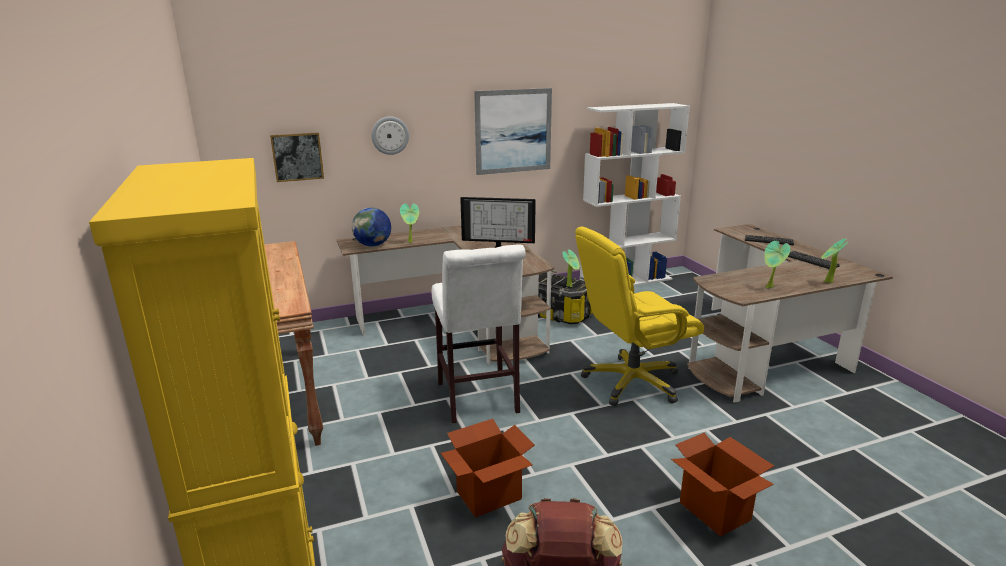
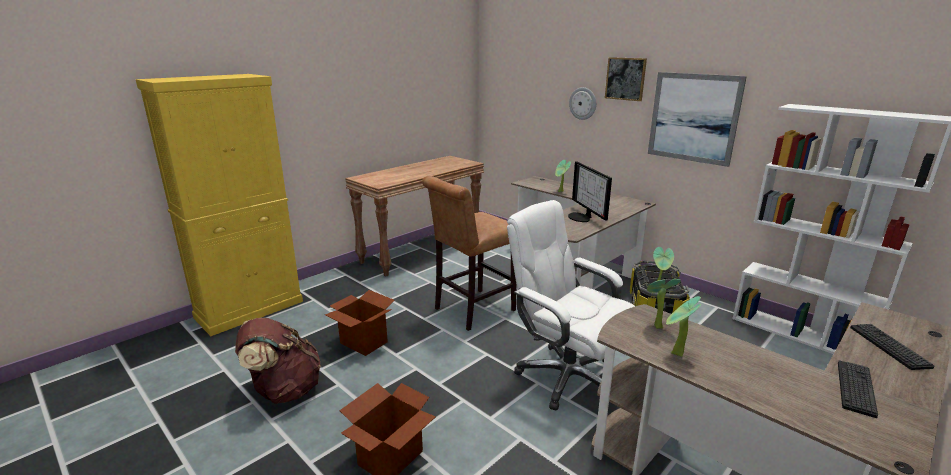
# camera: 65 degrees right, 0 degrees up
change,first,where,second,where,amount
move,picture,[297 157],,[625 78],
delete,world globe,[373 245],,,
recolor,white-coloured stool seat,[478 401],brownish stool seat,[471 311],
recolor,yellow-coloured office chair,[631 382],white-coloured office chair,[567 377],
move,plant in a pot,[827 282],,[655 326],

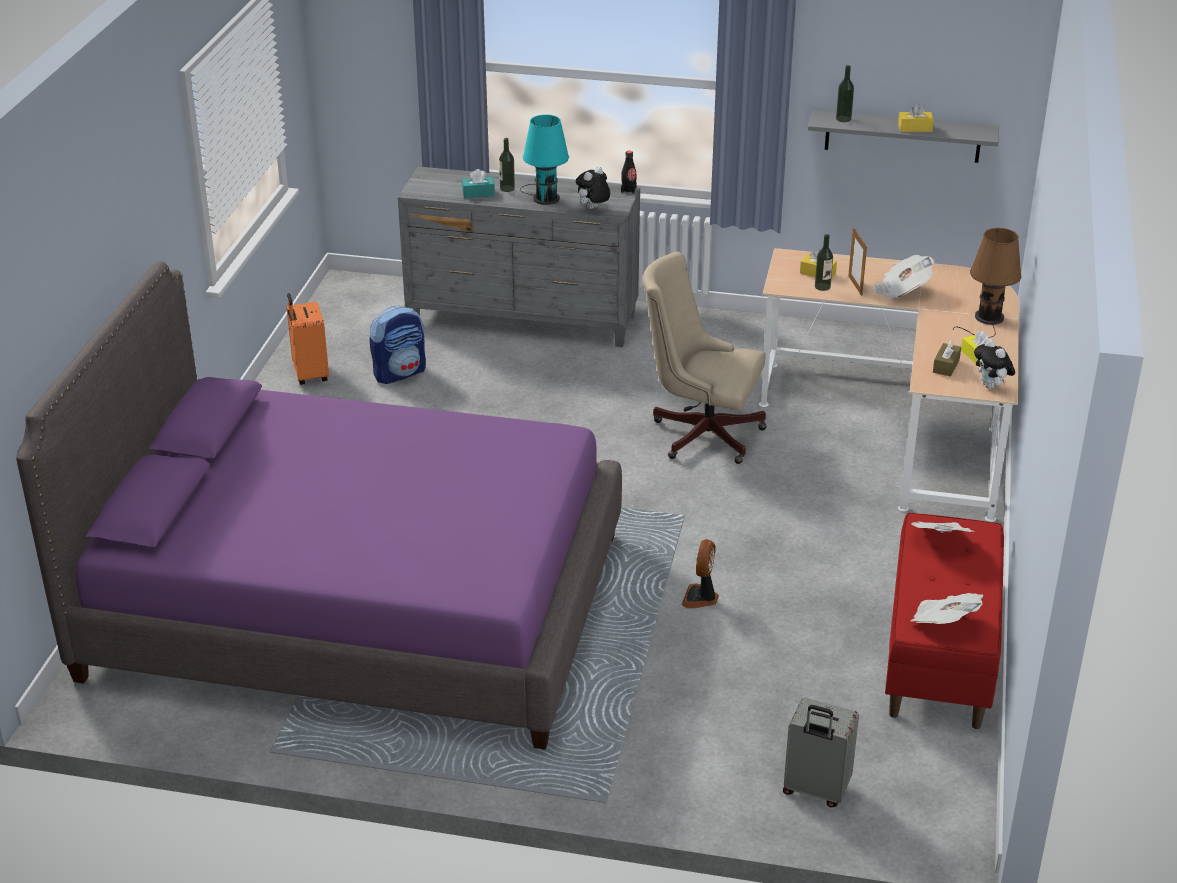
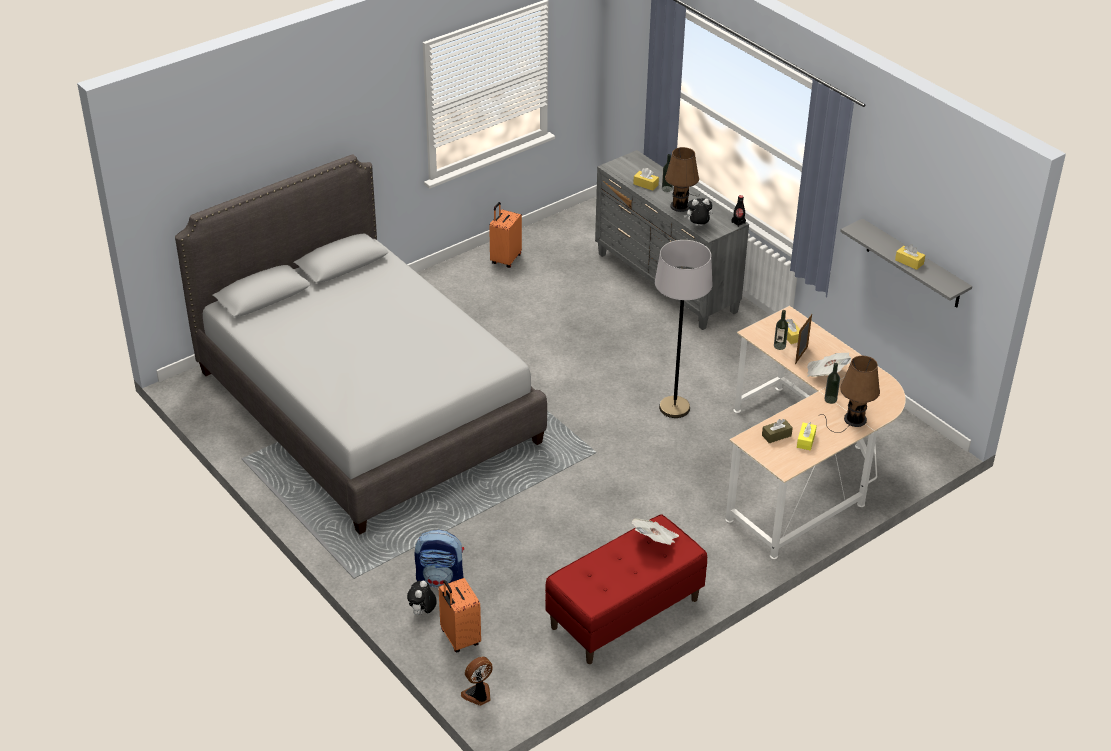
# camera: 40 degrees right, 5 degrees up
change,first,where,second,where,amount
recolor,purple-coloured bed,[355 605],gray bed,[367 406],
move,knapsack,[400 373],,[441 579],
recolor,turquoise tissue holder,[478 193],yellow-coloured tissue holder,[645 184],
recolor,turquoise table lamp,[545 197],brownish table lamp,[680 205],
replace,beige-coloured office chair,[700 432],gray floor lamp,[674 408],
move,cooling fan,[701 598],,[478 695],
recolor,gray travel case,[815 790],orange-coloured travel case,[459 638],
move,bottle,[843 119],,[830 399],
delete,daily paper,[944 622],,,
move,cuddly toy,[991 386],,[422 612],

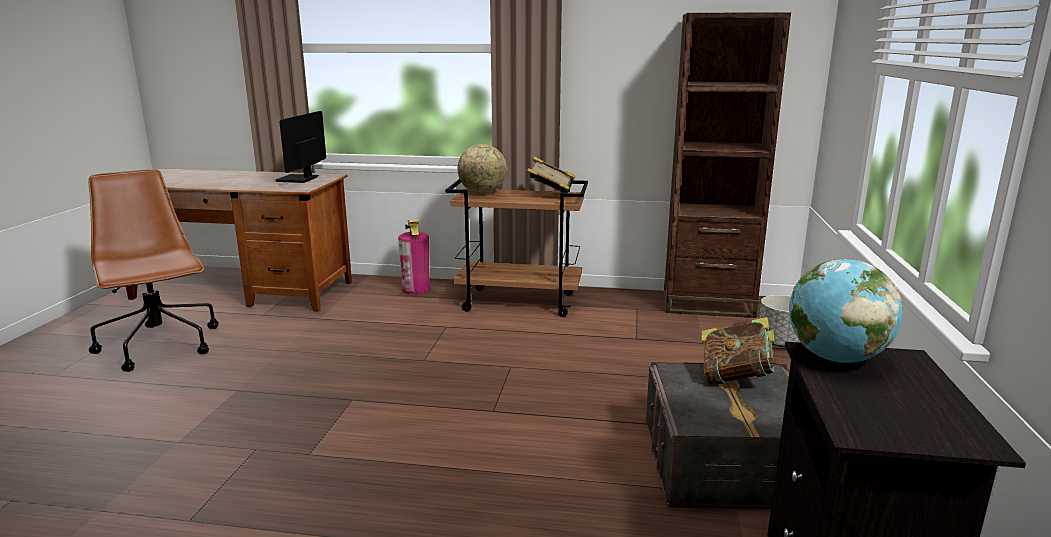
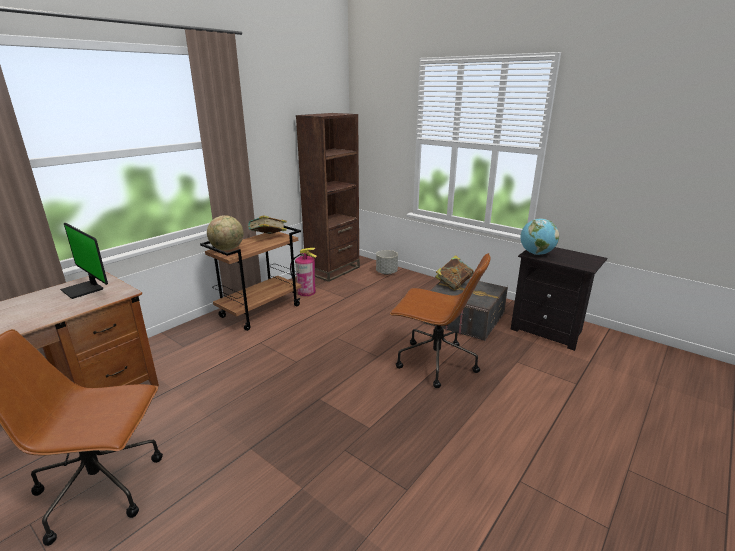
# camera: 60 degrees left, 5 degrees up
change,first,where,second,where,amount
move,fire extinguisher,[416 289],,[306 292],
insert,,,brownish office chair,[434 362],

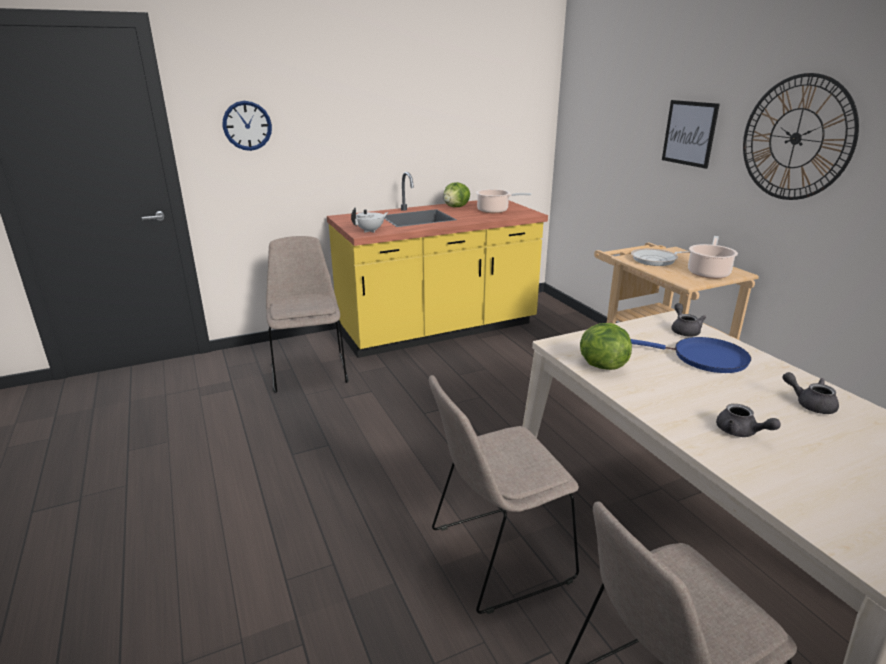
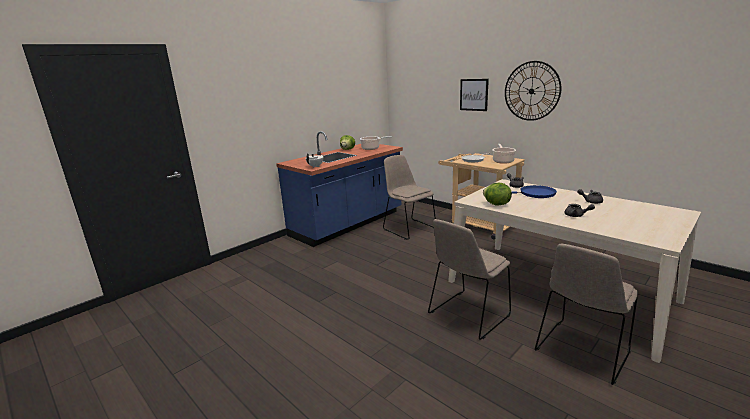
# camera: 20 degrees left, 5 degrees down
change,first,where,second,where,amount
delete,clock on the wall,[247 125],,,
move,beige-coloured plain chair,[309 371],,[408 228],
recolor,yellow-coloured counter,[438 329],bluish counter,[348 224],

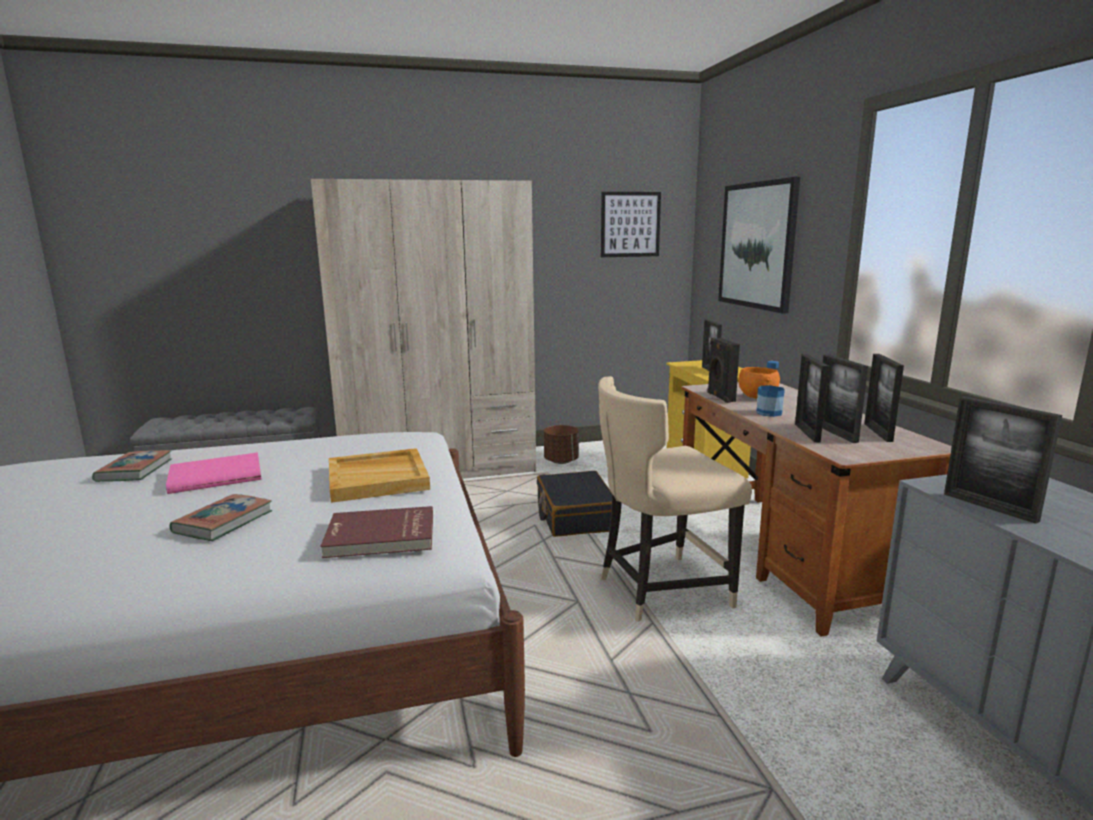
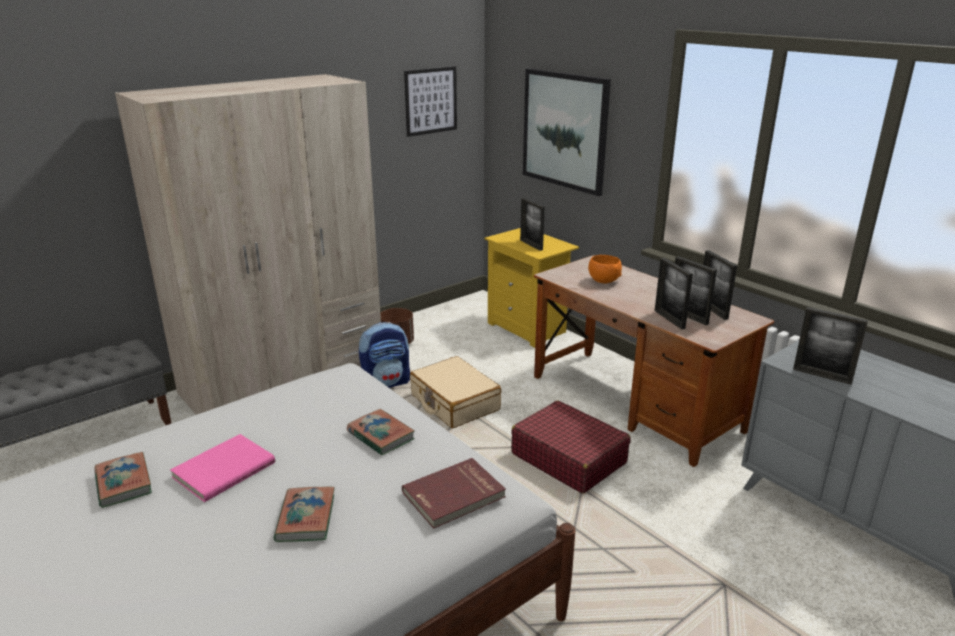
# camera: 25 degrees left, 10 degrees up
change,first,where,second,where,amount
replace,beige-coloured carrying tray,[378 478],bound book,[380 435],
recolor,blackish travel case,[575 516],beige-coloured travel case,[454 403],
replace,beige-coloured plain chair,[660 590],red-coloured travel case,[568 458],
delete,blackish speaker,[720 397],,,
delete,bottle,[769 413],,,
insert,,,knapsack,[386 383],

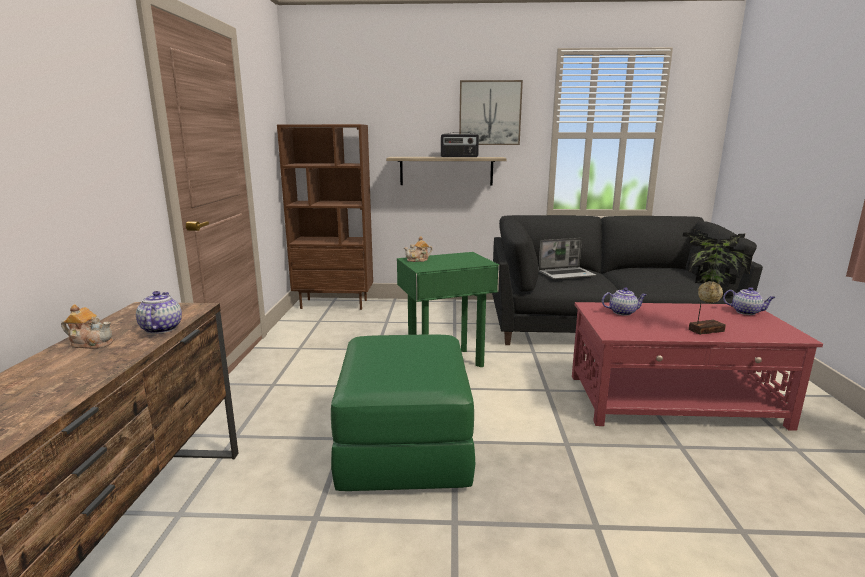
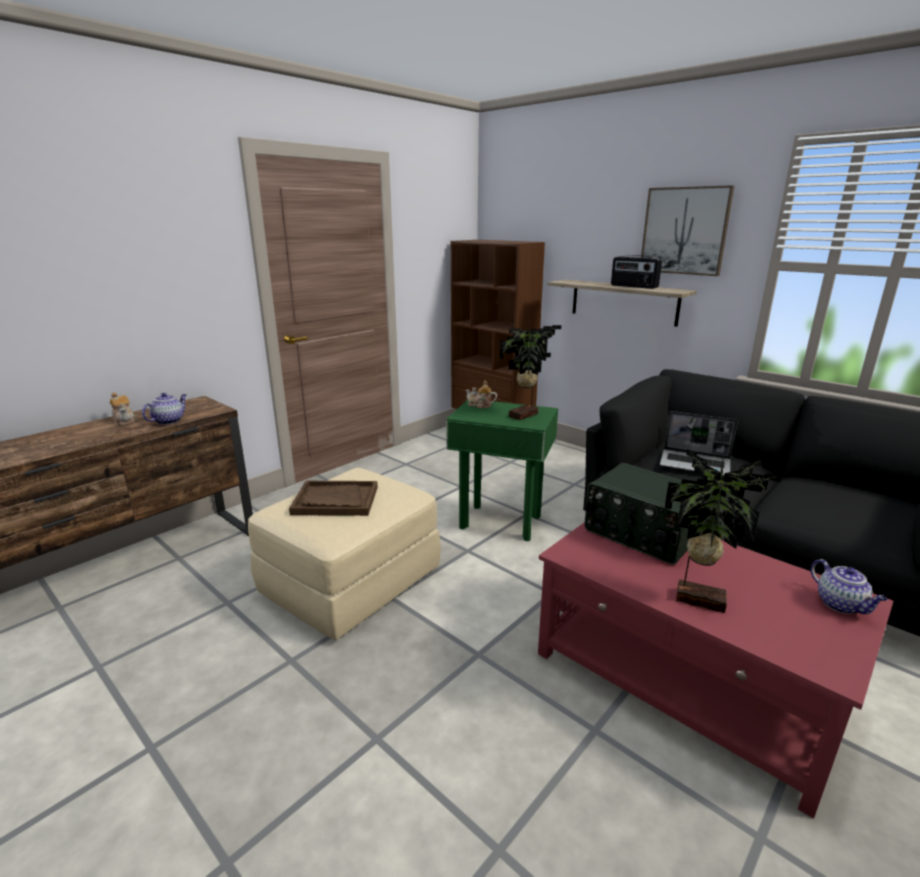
# camera: 40 degrees right, 5 degrees up
change,first,where,second,where,amount
recolor,greenish pouffe,[403 446],beige-coloured pouffe,[351 581],
replace,pot for tea,[623 312],radio receiver,[641 534],
insert,,,brownish carrying tray,[335 500],
insert,,,plant in a pot,[525 415],

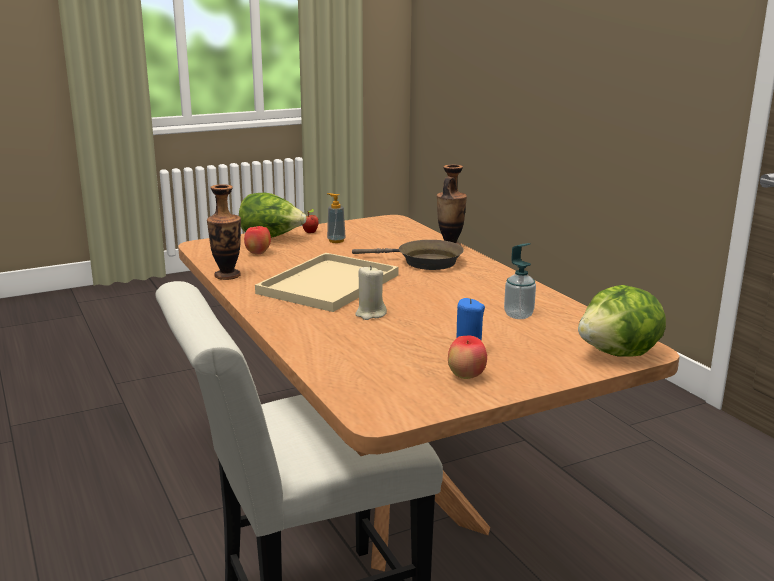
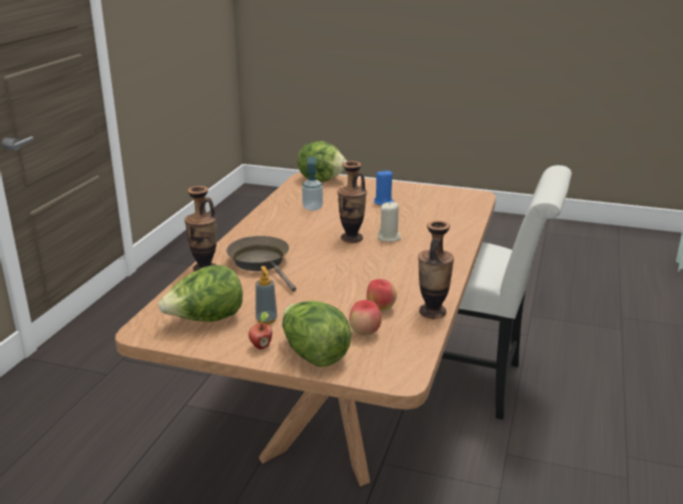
# camera: 135 degrees left, 5 degrees up
change,first,where,second,where,amount
delete,beige-coloured carrying tray,[329 283],,,
move,apple fruit,[466 376],,[380 309],
insert,,,lettuce,[206 320],
insert,,,flower vase,[351 238],

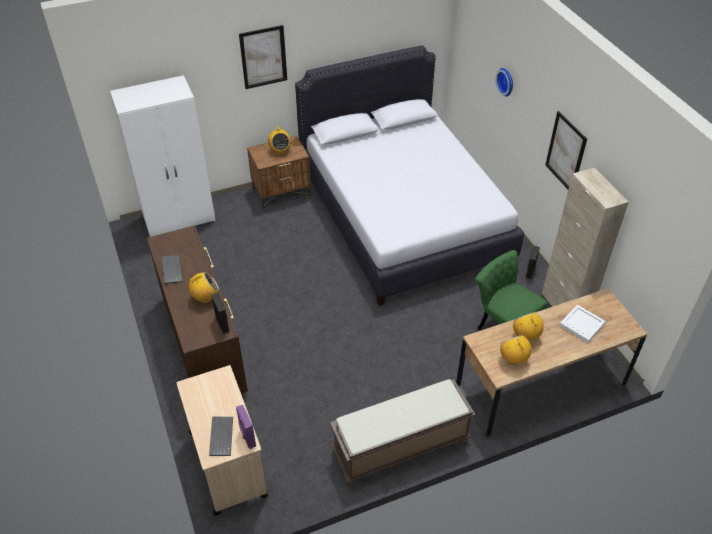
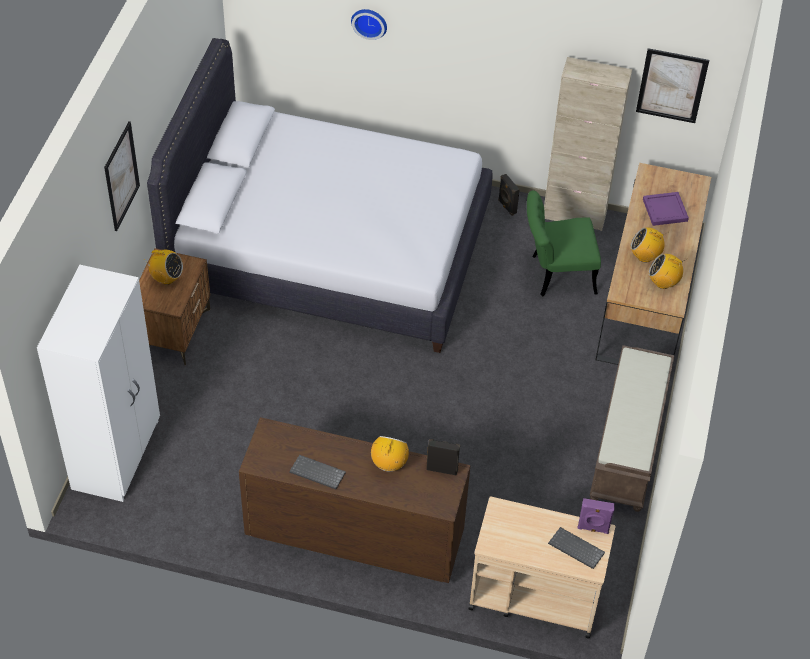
# camera: 55 degrees left, 5 degrees up
change,first,where,second,where,amount
move,picture,[565 152],,[672 85],
recolor,white-coloured carrying tray,[582 325],purple-coloured carrying tray,[665 210],

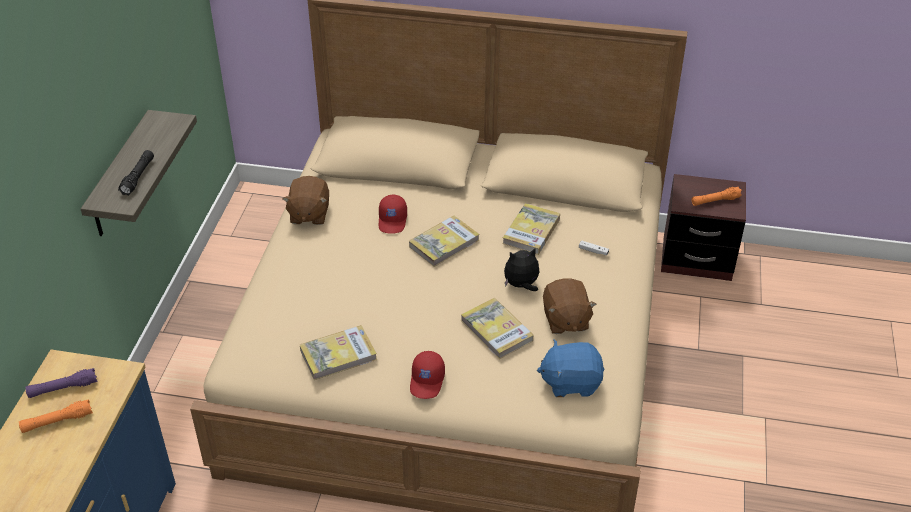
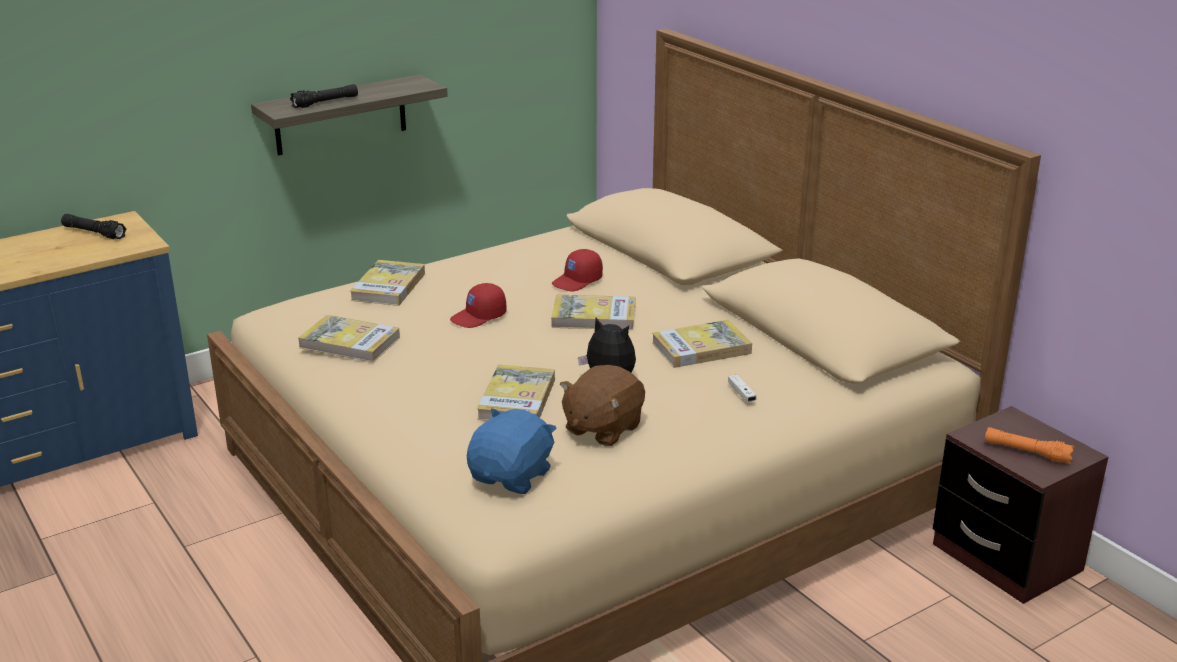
# camera: 45 degrees right, 15 degrees down
change,first,where,second,where,amount
delete,orange-coloured hand torch,[57 421],,,
recolor,purple-coloured hand torch,[63 388],blackish hand torch,[94 233],
delete,brownish cuddly toy,[309 214],,,
move,red-coloured baseball cap,[427 381],,[479 317],
rotate,bluish cuddly toy,[571 382],,[512 476],75 degrees clockwise
insert,,,bound book,[388 286],

